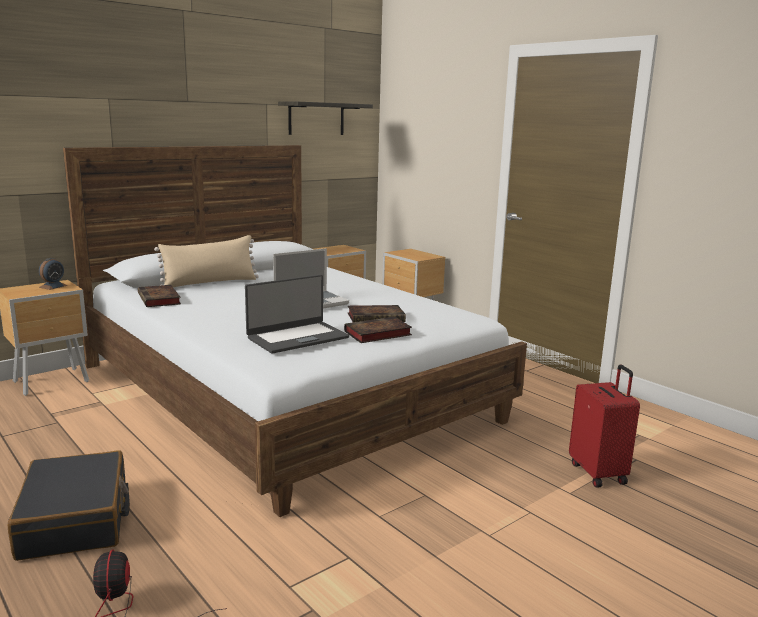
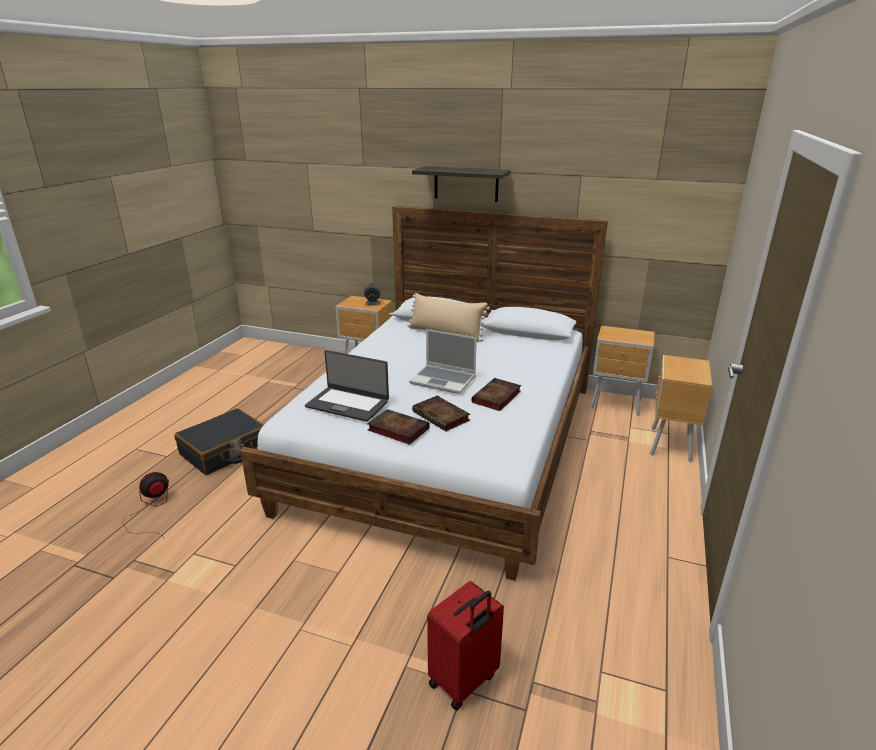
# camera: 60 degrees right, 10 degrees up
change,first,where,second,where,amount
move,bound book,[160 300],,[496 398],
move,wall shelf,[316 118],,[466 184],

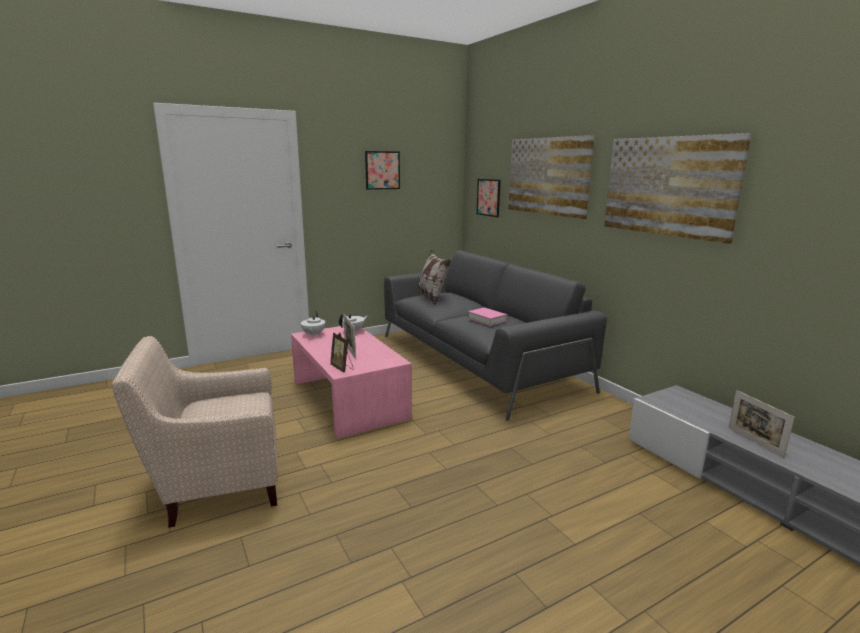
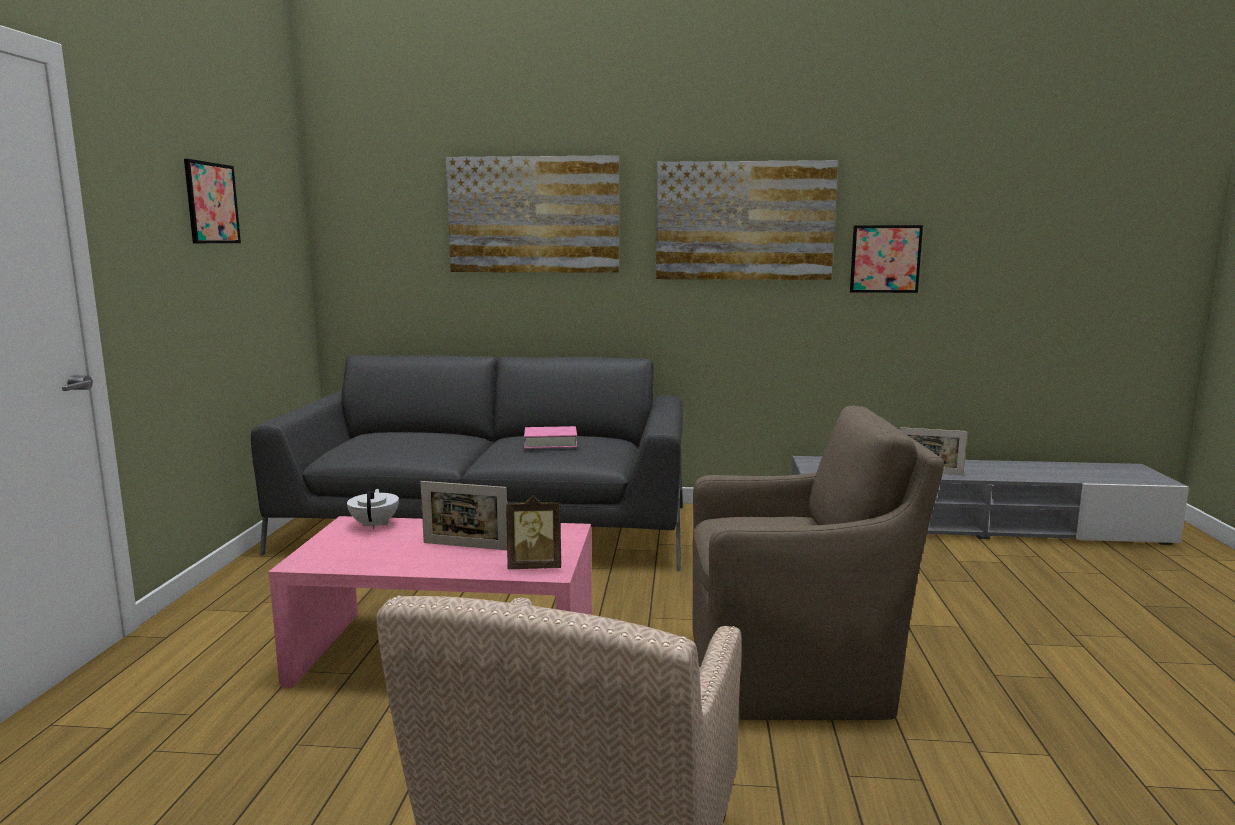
# camera: 55 degrees left, 5 degrees down
change,first,where,second,where,amount
delete,white-coloured pot for tea,[313 334],,,
delete,throw pillow,[432 298],,,
move,picture,[488 197],,[885 259],
insert,,,brownish armchair,[794 674],

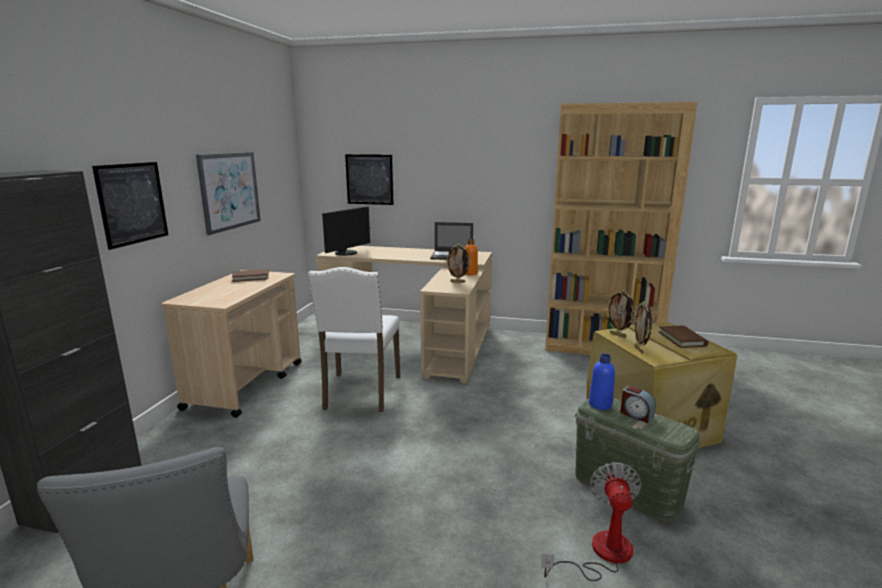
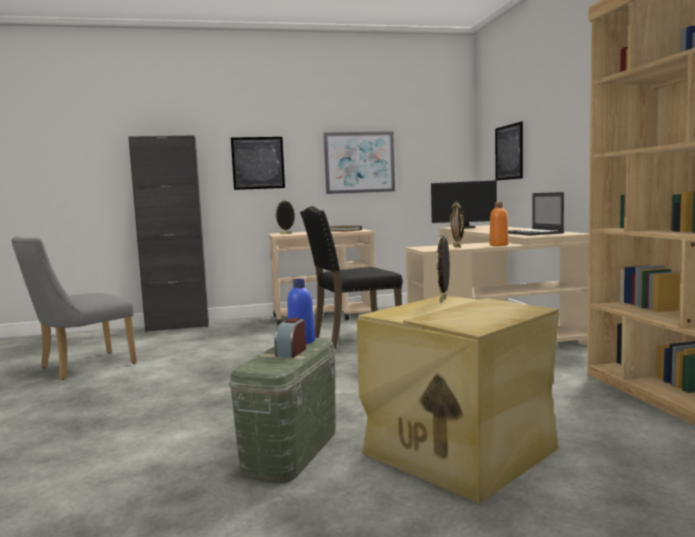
# camera: 65 degrees right, 10 degrees down
change,first,where,second,where,amount
recolor,white-coloured plain chair,[360 393],blackish plain chair,[354 339],
delete,cooling fan,[601 554],,,
move,photo frame,[639 350],,[286 234],
delete,brownish bound book,[682 339],,,

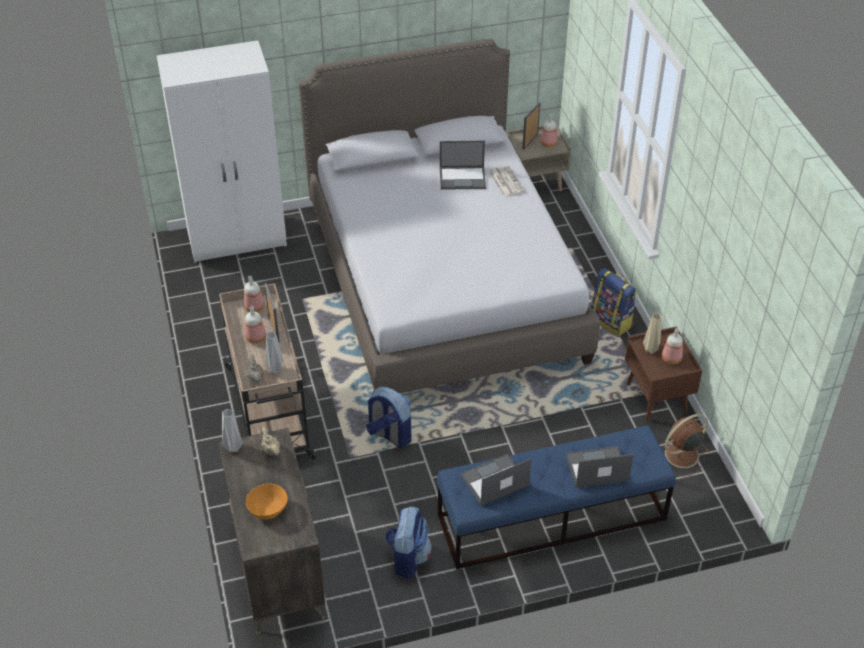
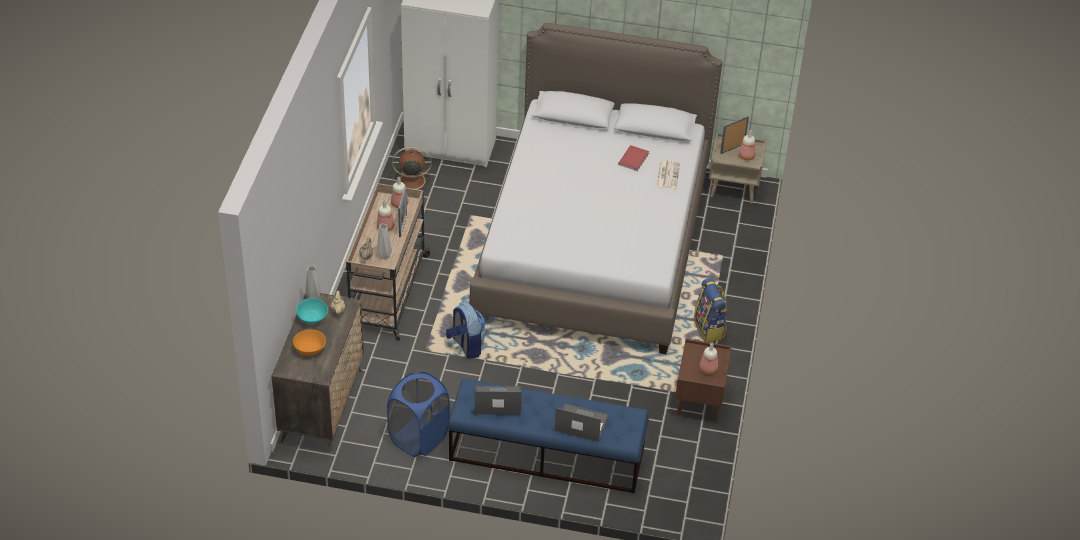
# camera: 25 degrees right, 0 degrees up
change,first,where,second,where,amount
replace,knapsack,[407 558],bluish washing basket,[419 438],
replace,laptop,[463 178],red-coloured bound book,[634 159],
delete,beige-coloured flower vase,[651 350],,,
move,brownish cooling fan,[680 455],,[410 181],
insert,,,turquoise serving bowl,[312 318],

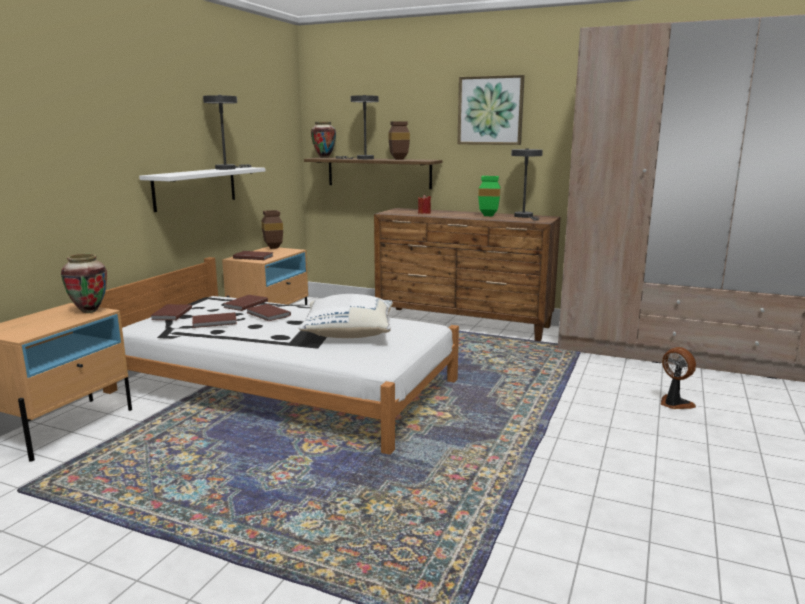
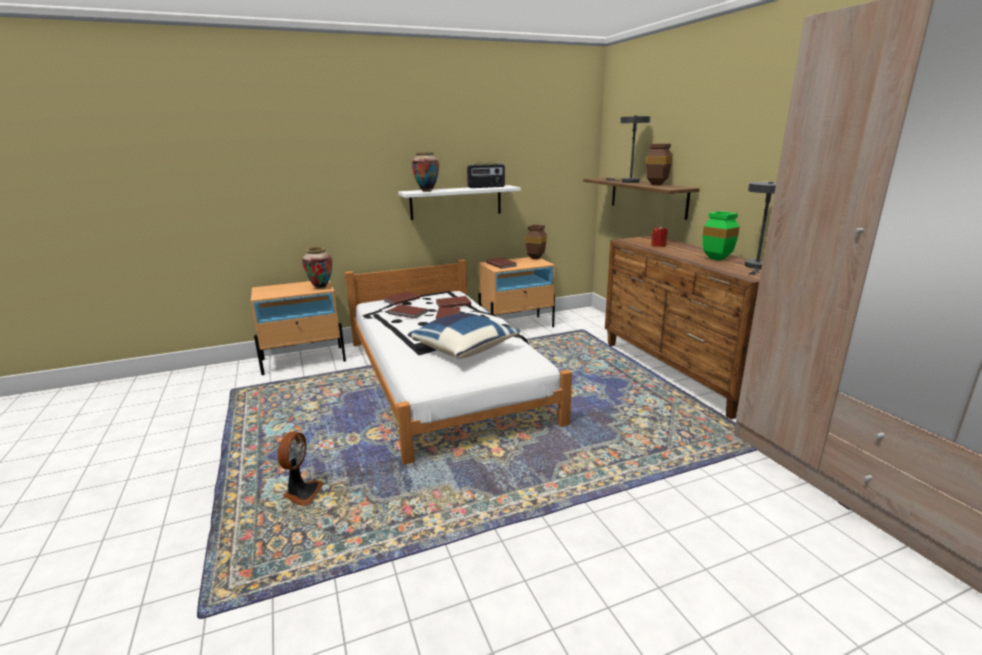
# camera: 45 degrees right, 5 degrees up
change,first,where,second,where,amount
replace,gray table lamp,[228 168],radio receiver,[486 187],
recolor,white-coloured throw pillow,[348 333],bluish throw pillow,[463 349],
move,flower vase,[324 157],,[427 191],
delete,picture,[490 110],,,
move,cooling fan,[674 404],,[302 493],

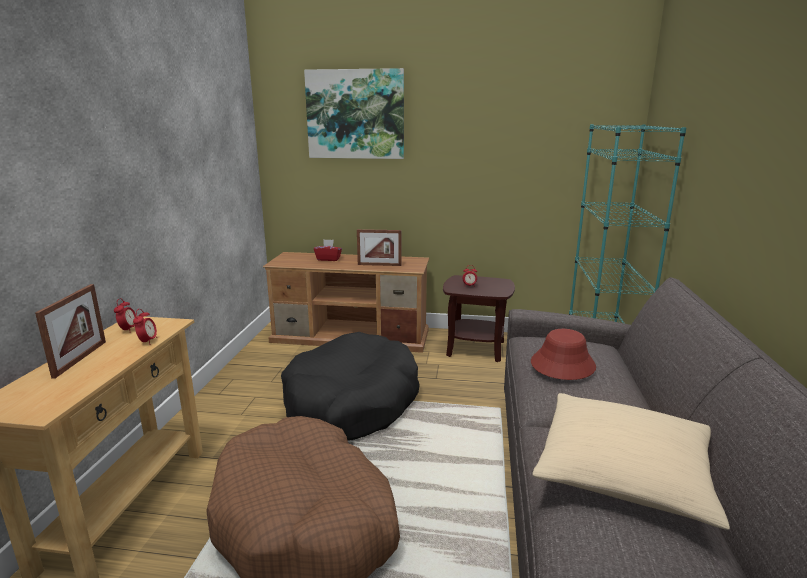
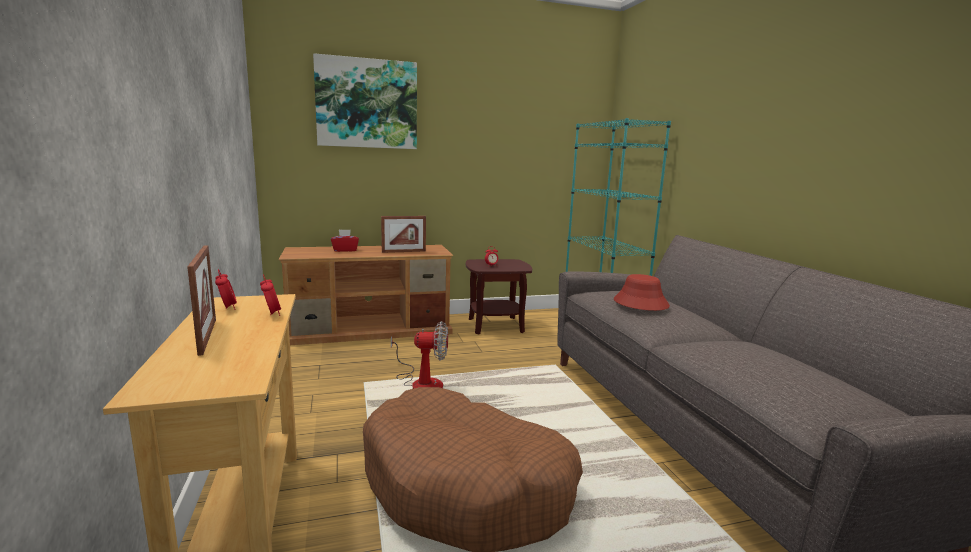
# camera: 25 degrees left, 5 degrees down
change,first,where,second,where,amount
replace,blackish dog cushion,[351 402],cooling fan,[421 382],
delete,beige-coloured throw pillow,[623 472],,,

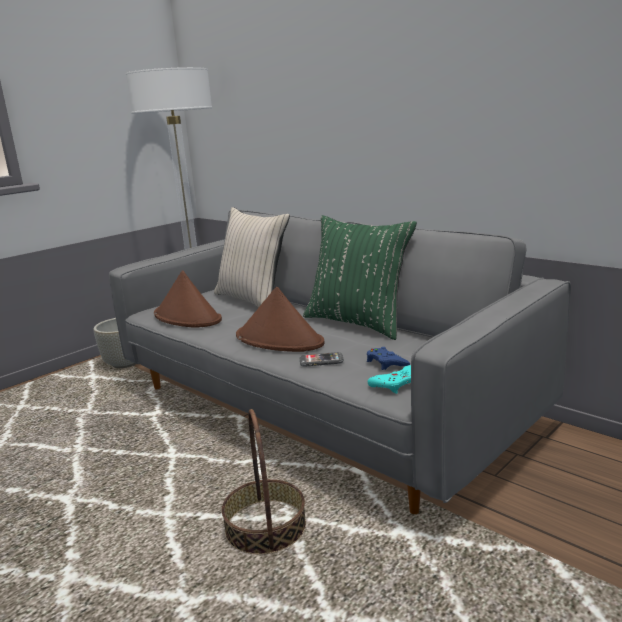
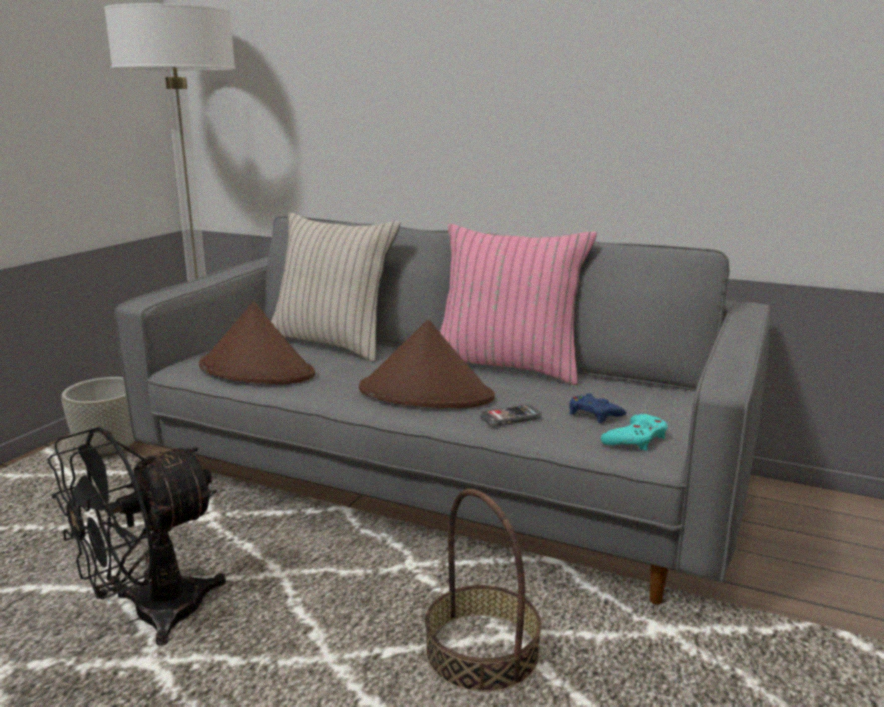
# camera: 20 degrees left, 0 degrees up
change,first,where,second,where,amount
recolor,greenish throw pillow,[358 322],pink-coloured throw pillow,[507 366],
insert,,,blackish cooling fan,[150 616],

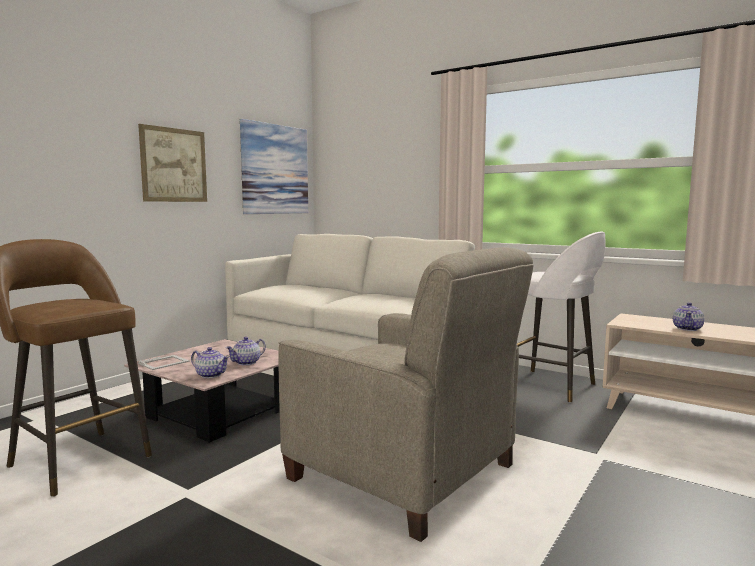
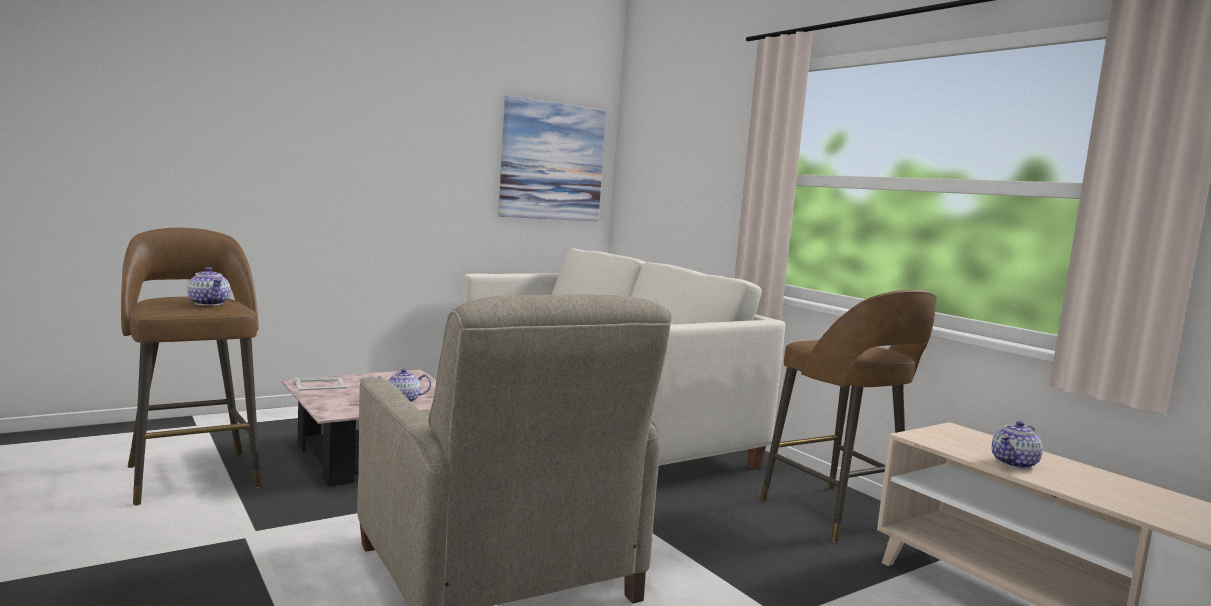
# camera: 20 degrees right, 0 degrees up
change,first,where,second,where,amount
delete,picture,[174 165],,,
move,pot for tea,[210 375],,[209 303],
recolor,white-coloured stool seat,[552 386],brownish stool seat,[835 514],

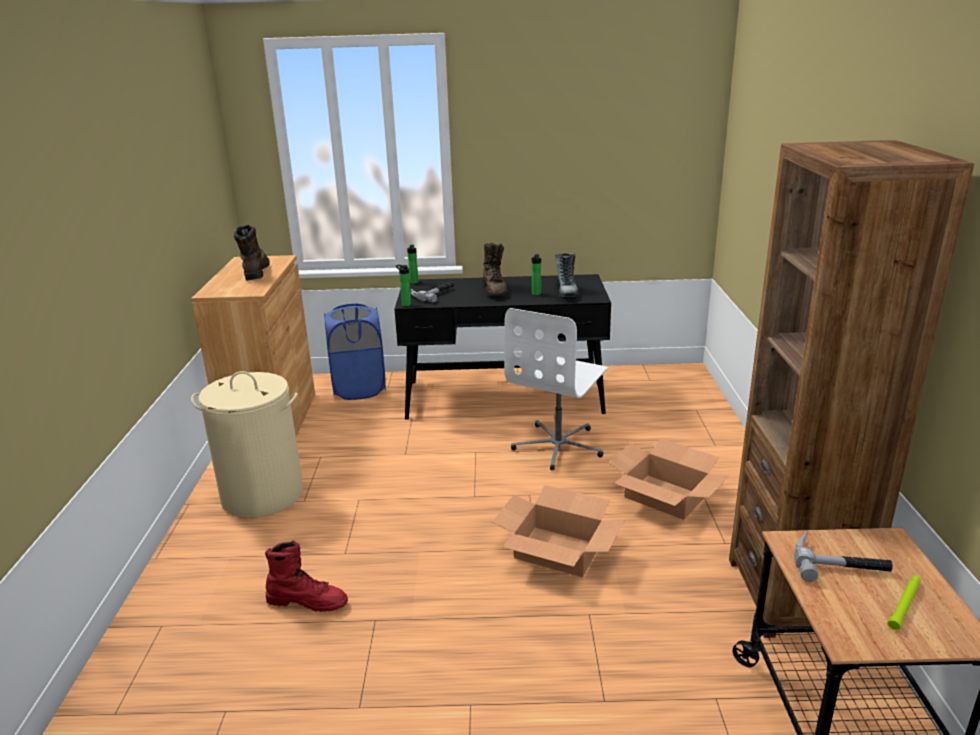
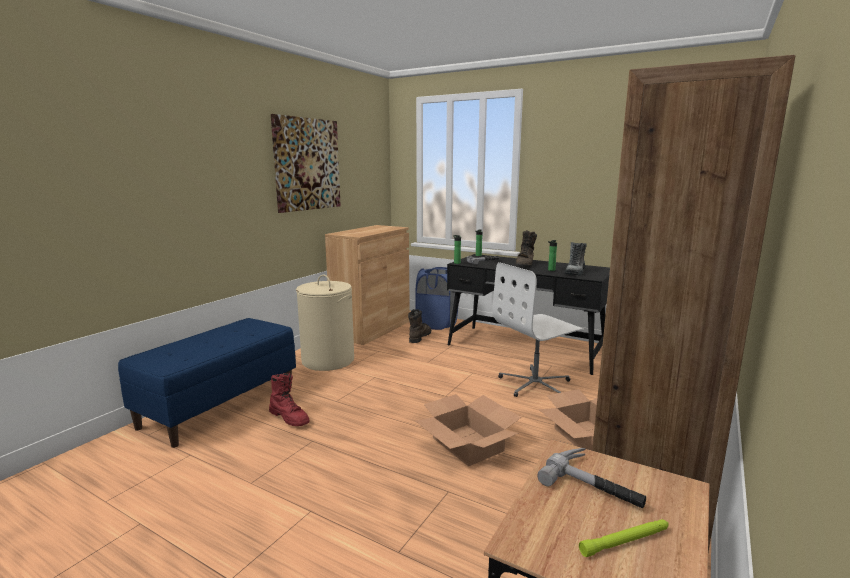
# camera: 30 degrees right, 10 degrees down
change,first,where,second,where,amount
move,brownish tall boot,[256 272],,[419 337],
insert,,,bluish indoor bench,[220 405],
insert,,,picture,[307 164],

